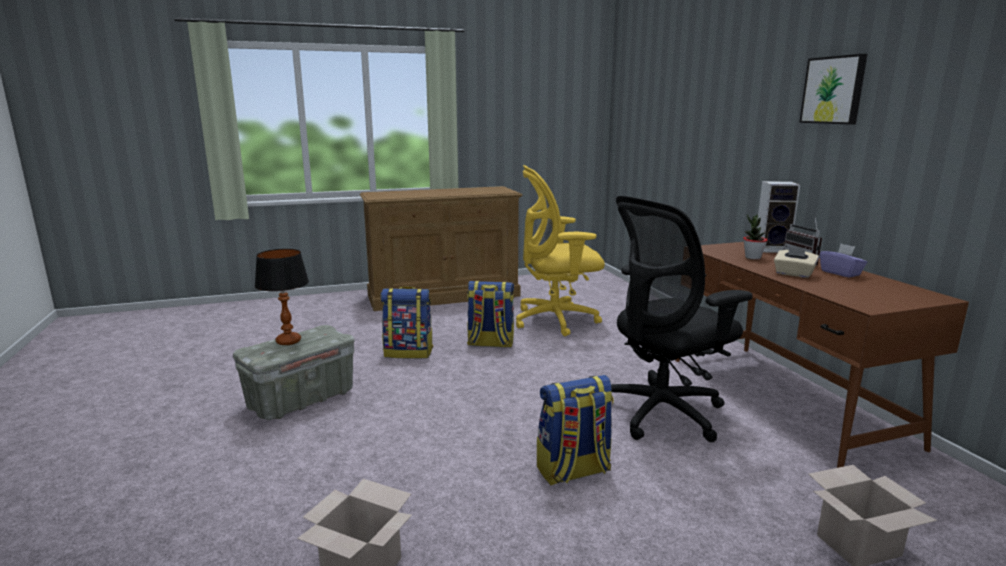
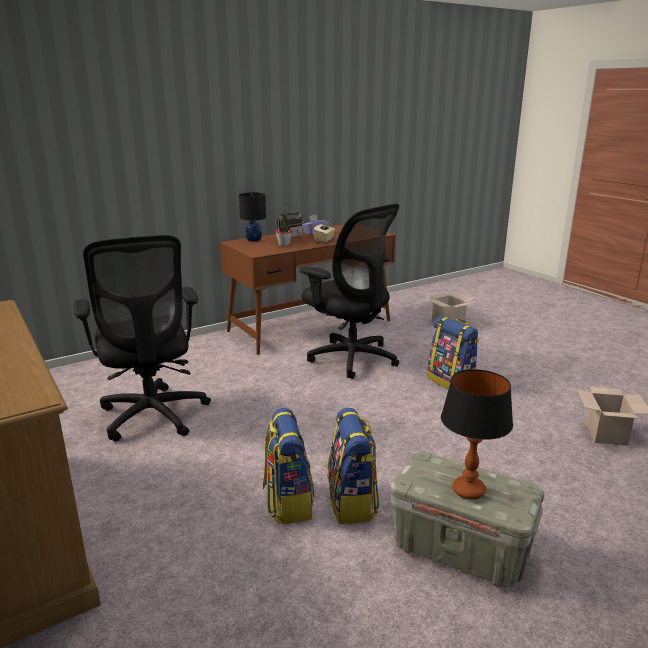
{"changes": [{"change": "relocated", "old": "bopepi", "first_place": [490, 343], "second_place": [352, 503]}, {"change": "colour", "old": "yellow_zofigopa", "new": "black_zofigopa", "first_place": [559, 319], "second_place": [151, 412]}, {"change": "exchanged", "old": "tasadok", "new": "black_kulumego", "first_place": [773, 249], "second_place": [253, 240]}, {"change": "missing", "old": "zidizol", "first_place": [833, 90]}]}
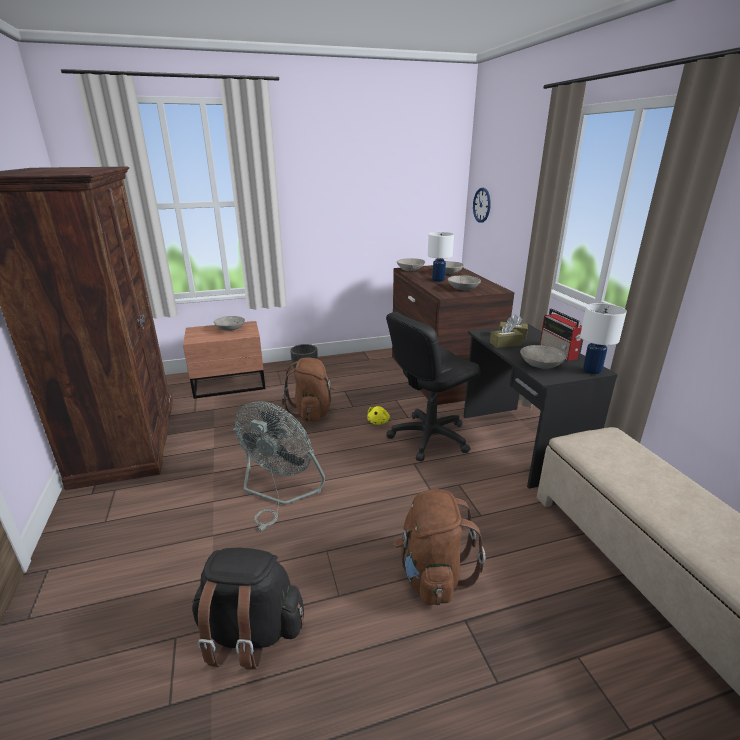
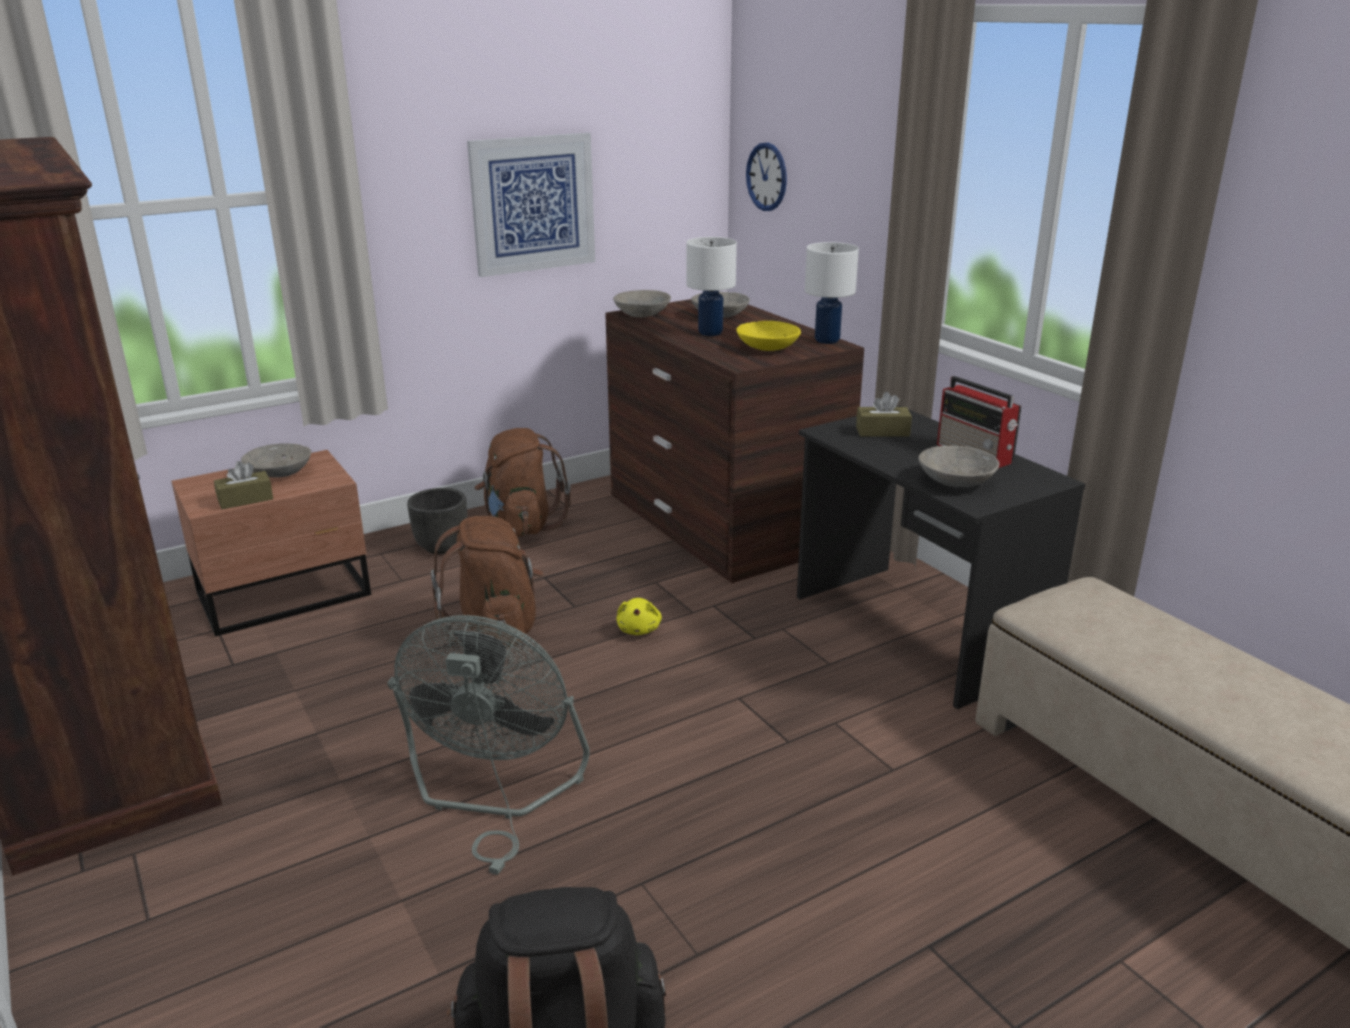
{"changes": [{"change": "missing", "old": "black_zofigopa", "first_place": [429, 437]}, {"change": "relocated", "old": "brown_bopepi", "first_place": [432, 575], "second_place": [521, 526]}, {"change": "colour", "old": "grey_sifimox", "new": "yellow_sifimox", "first_place": [463, 289], "second_place": [768, 348]}, {"change": "relocated", "old": "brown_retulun", "first_place": [505, 344], "second_place": [245, 499]}, {"change": "relocated", "old": "white_kulumego", "first_place": [591, 370], "second_place": [825, 341]}, {"change": "appeared", "new": "zidizol", "second_place": [533, 204]}]}
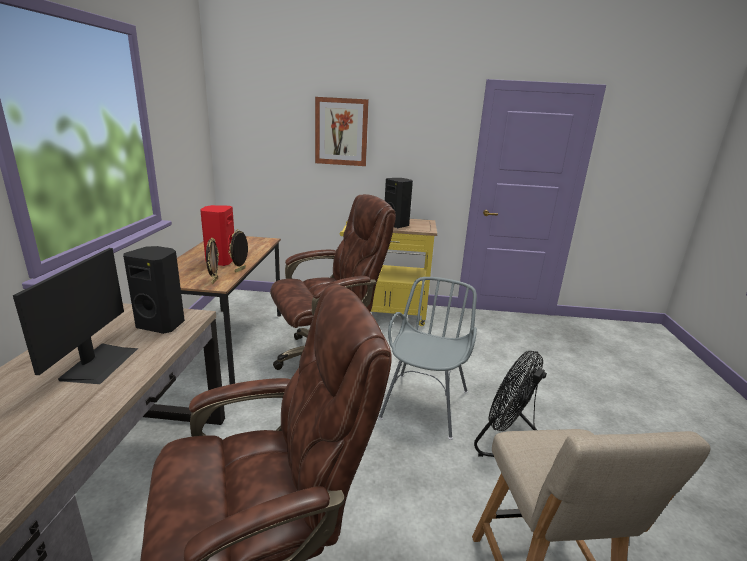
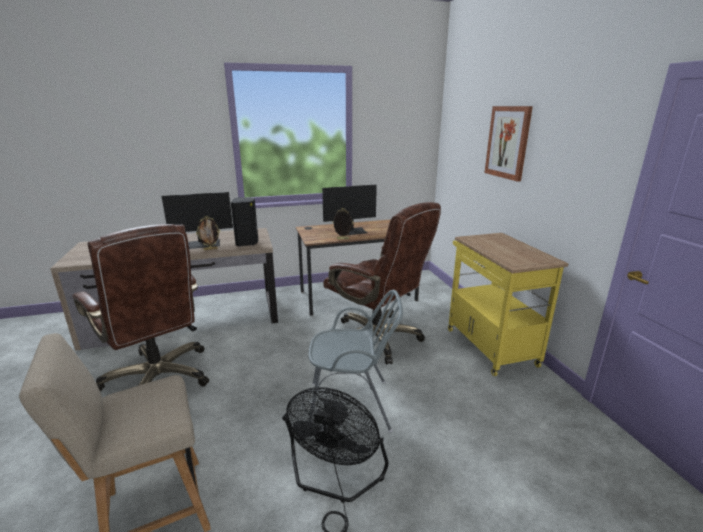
{"changes": [{"change": "exchanged", "old": "red_tasadok", "new": "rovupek", "first_place": [220, 261], "second_place": [351, 231]}, {"change": "relocated", "old": "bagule", "first_place": [214, 281], "second_place": [210, 249]}, {"change": "missing", "old": "black_tasadok", "first_place": [397, 225]}]}
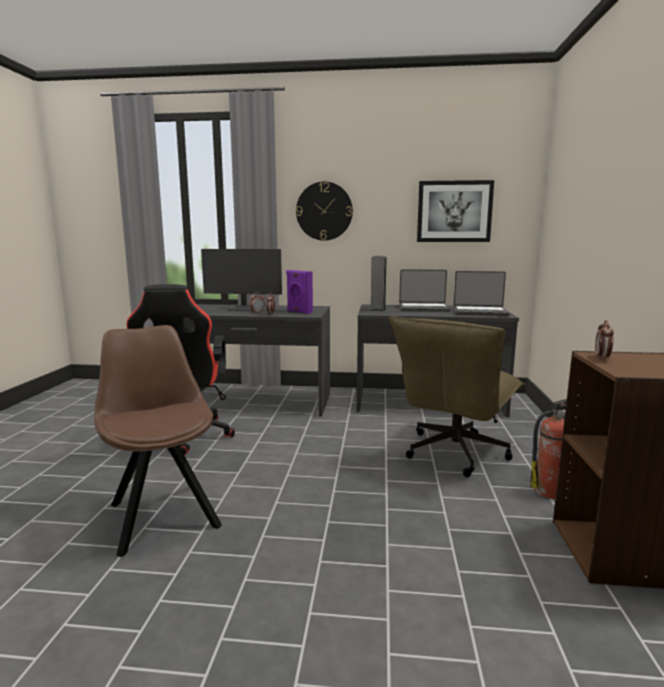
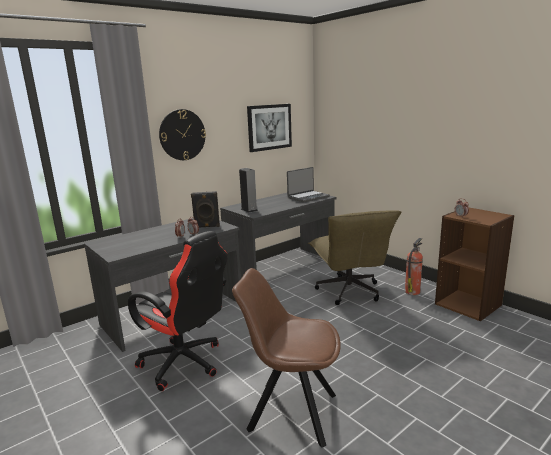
{"changes": [{"change": "missing", "old": "rovupek", "first_place": [244, 309]}, {"change": "colour", "old": "purple_tasadok", "new": "black_tasadok", "first_place": [299, 312], "second_place": [207, 226]}, {"change": "missing", "old": "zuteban", "first_place": [423, 308]}]}
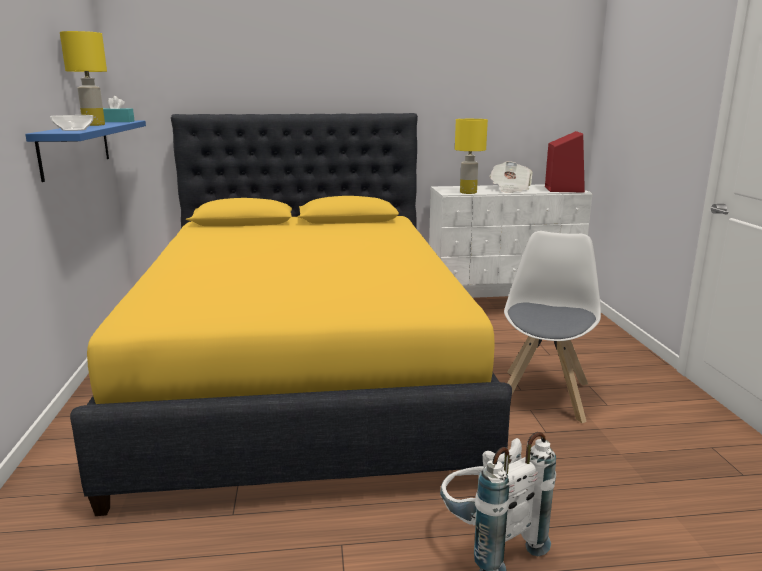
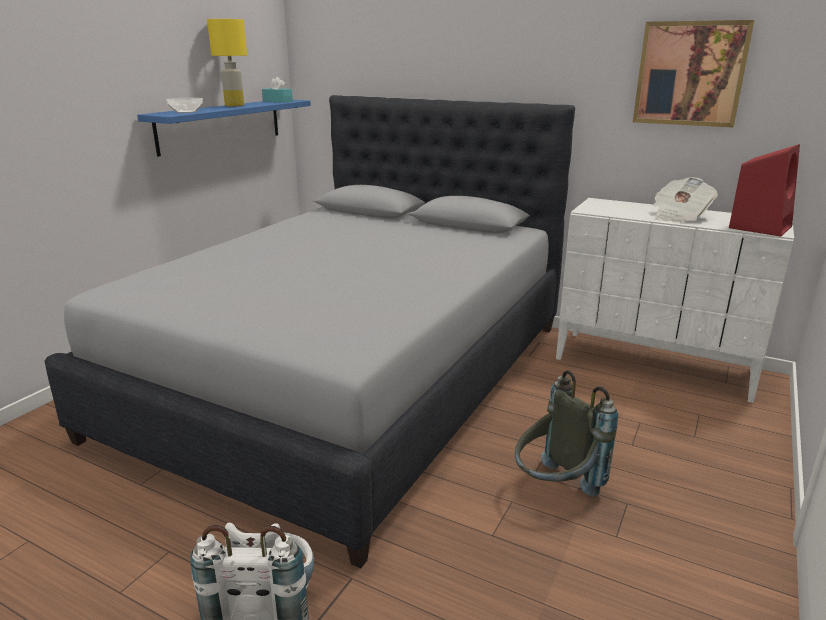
{"changes": [{"change": "colour", "old": "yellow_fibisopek", "new": "grey_fibisopek", "first_place": [305, 372], "second_place": [352, 376]}, {"change": "missing", "old": "yellow_kulumego", "first_place": [468, 192]}, {"change": "exchanged", "old": "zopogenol", "new": "grey_bopepi", "first_place": [544, 394], "second_place": [555, 489]}, {"change": "appeared", "new": "zidizol", "second_place": [690, 74]}]}
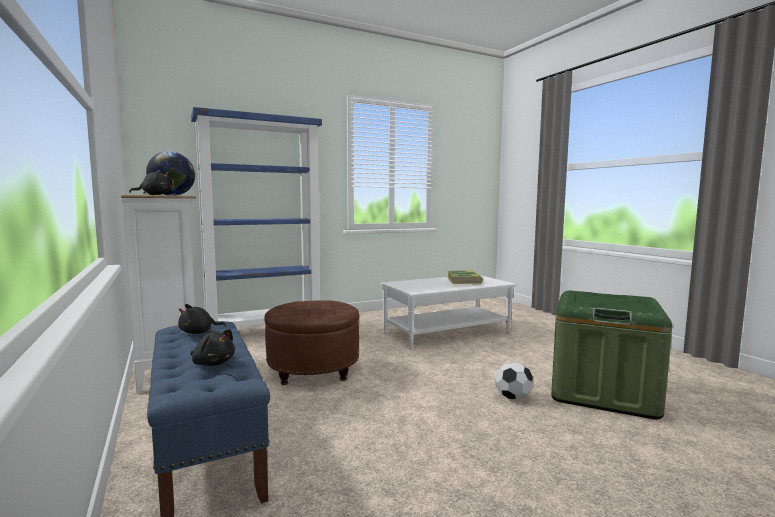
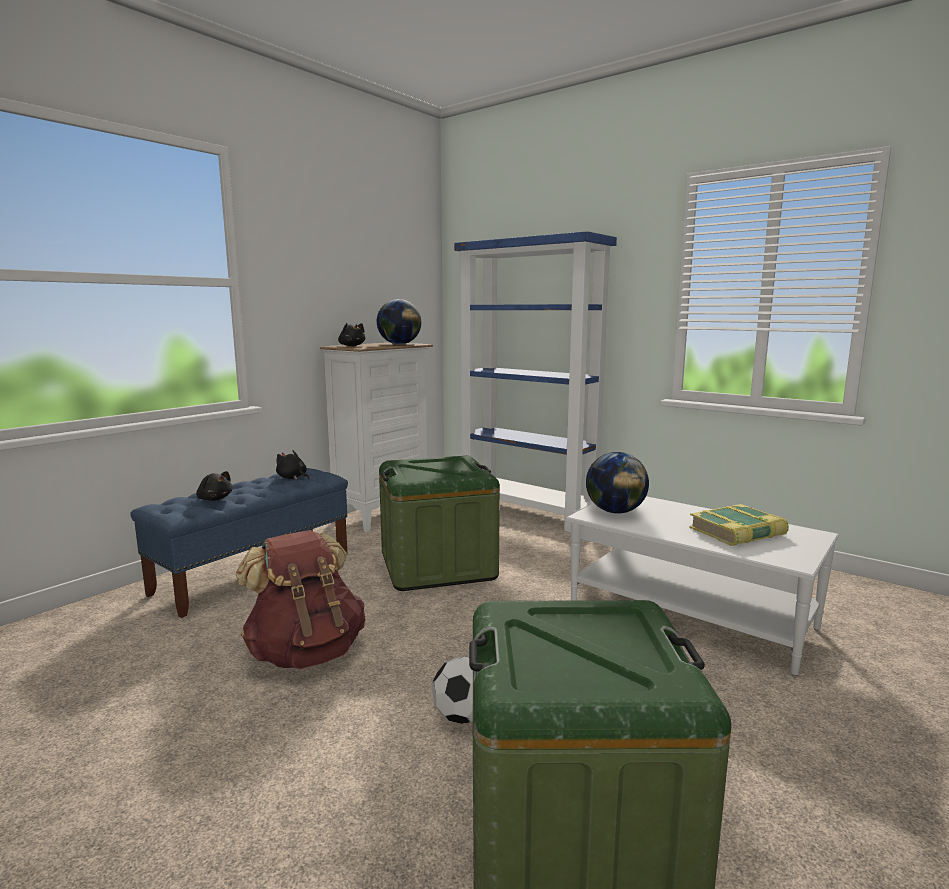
{"changes": [{"change": "spun", "old": "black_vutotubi", "first_place": [213, 363], "second_place": [214, 499], "degrees": -60}, {"change": "exchanged", "old": "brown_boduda", "new": "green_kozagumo", "first_place": [313, 370], "second_place": [437, 565]}, {"change": "appeared", "new": "brown_bopepi", "second_place": [306, 652]}, {"change": "appeared", "new": "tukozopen", "second_place": [615, 511]}]}
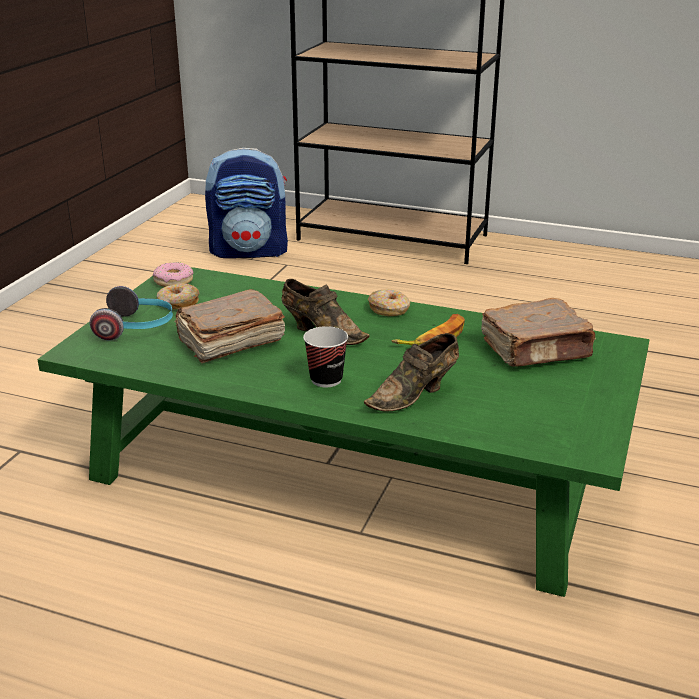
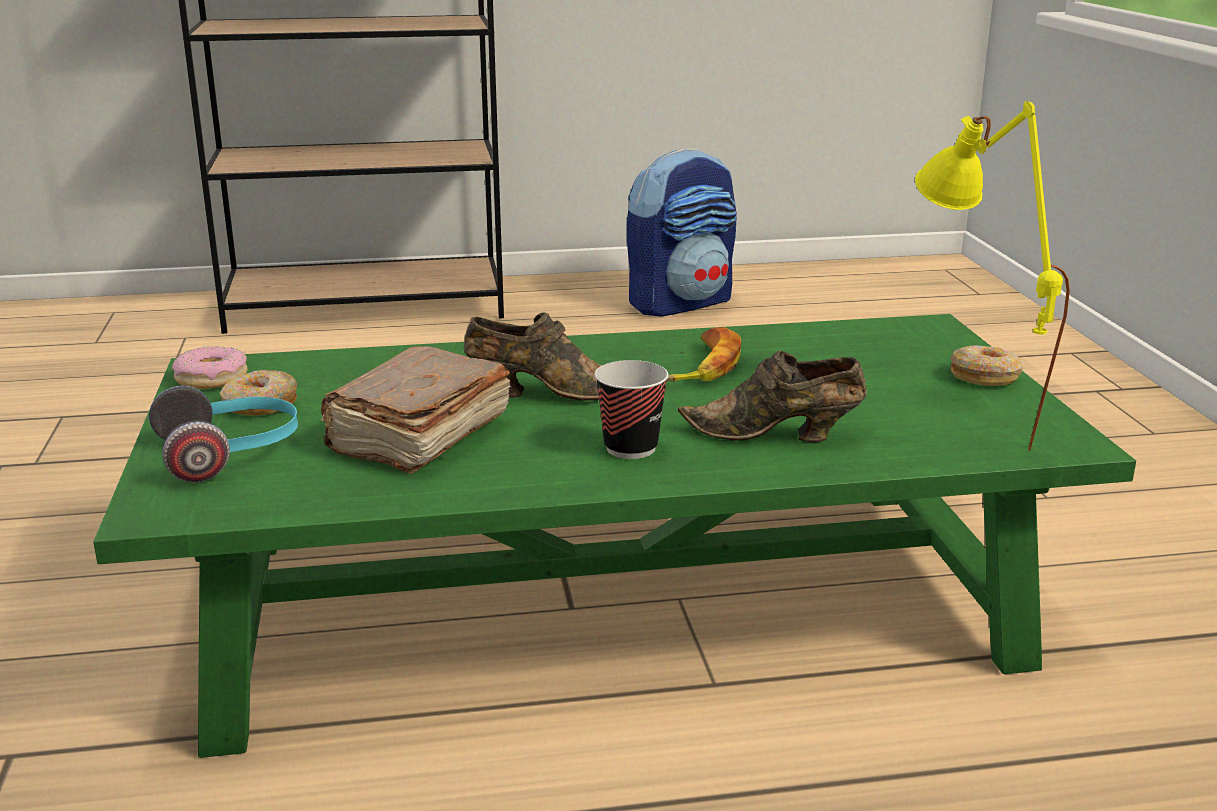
{"changes": [{"change": "relocated", "old": "bopepi", "first_place": [250, 251], "second_place": [681, 303]}, {"change": "spun", "old": "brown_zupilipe", "first_place": [415, 395], "second_place": [776, 436], "degrees": 75}, {"change": "relocated", "old": "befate", "first_place": [389, 309], "second_place": [985, 377]}, {"change": "missing", "old": "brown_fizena", "first_place": [536, 350]}, {"change": "appeared", "new": "yellow_kulumego", "second_place": [964, 424]}]}
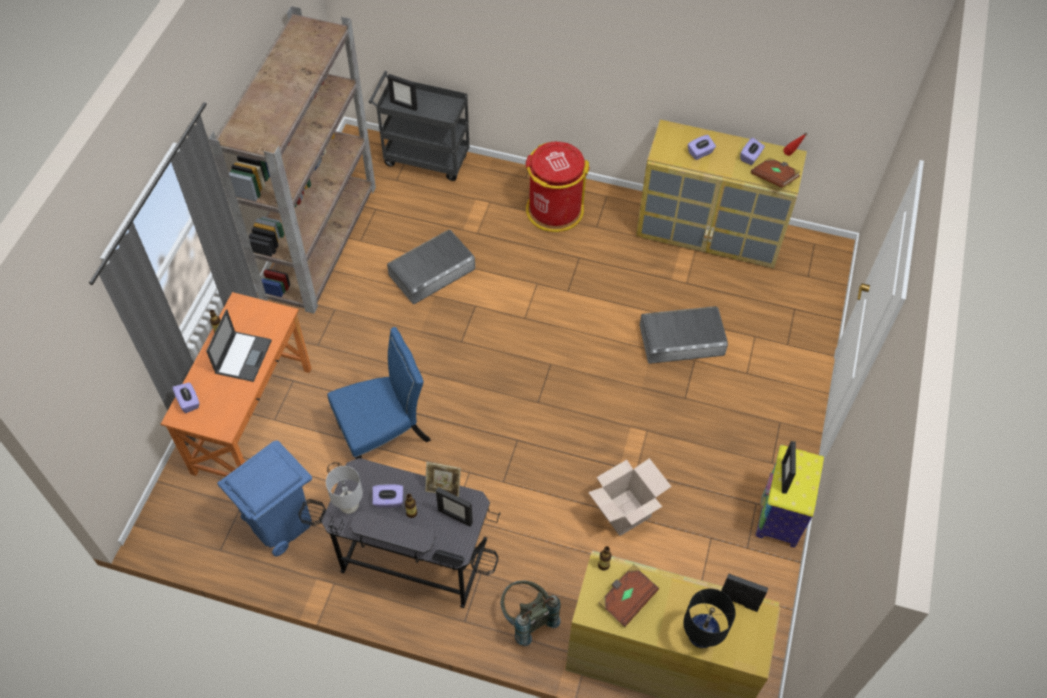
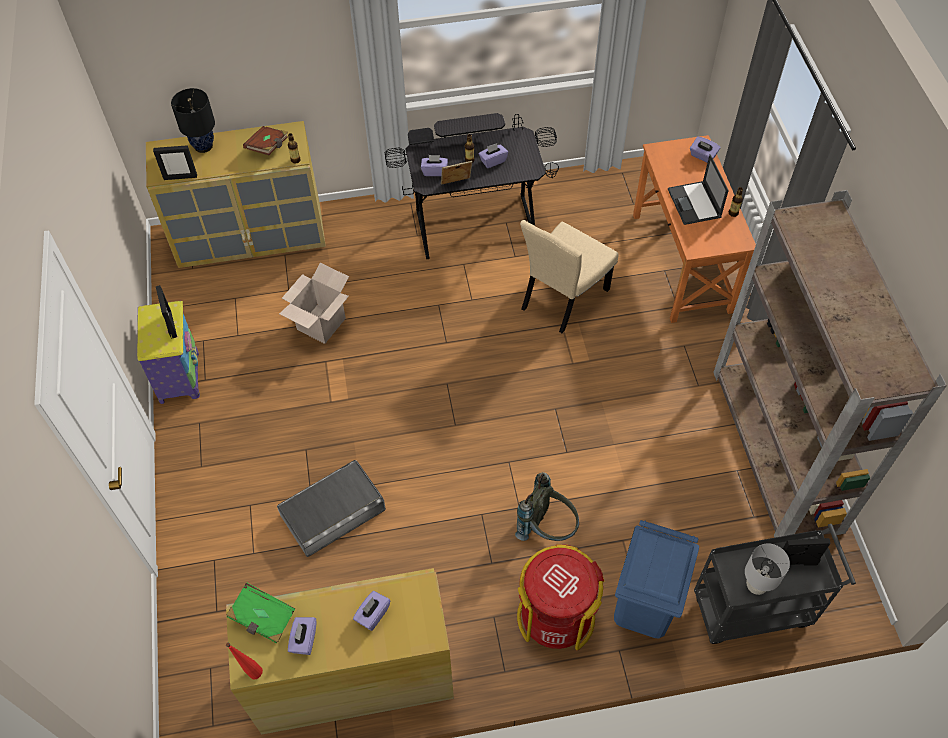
{"changes": [{"change": "relocated", "old": "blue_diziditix", "first_place": [280, 522], "second_place": [644, 607]}, {"change": "relocated", "old": "grey_kulumego", "first_place": [350, 506], "second_place": [755, 586]}, {"change": "colour", "old": "blue_zopogenol", "new": "beige_zopogenol", "first_place": [383, 436], "second_place": [564, 296]}, {"change": "missing", "old": "grey_kozagumo", "first_place": [431, 271]}, {"change": "exchanged", "old": "bagule", "new": "purple_retulun", "first_place": [455, 516], "second_place": [434, 171]}, {"change": "relocated", "old": "grey_bopepi", "first_place": [526, 618], "second_place": [547, 528]}, {"change": "colour", "old": "brown_fizena", "new": "green_fizena", "first_place": [774, 178], "second_place": [263, 618]}]}
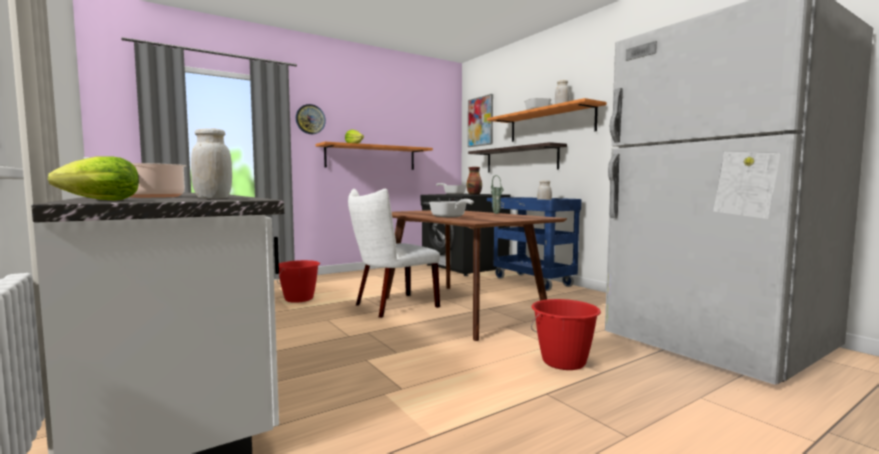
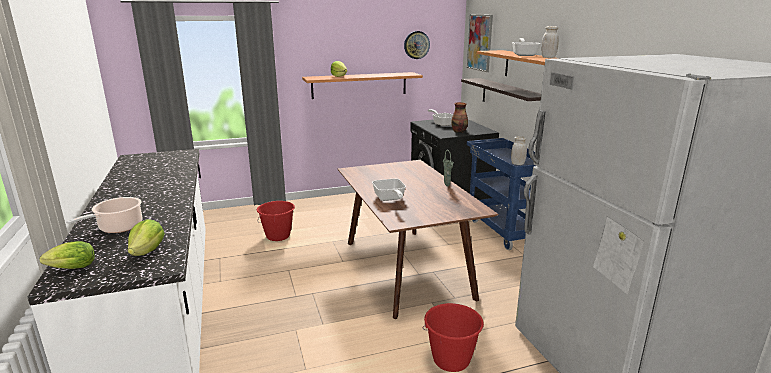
{"changes": [{"change": "exchanged", "old": "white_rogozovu", "new": "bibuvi", "first_place": [213, 198], "second_place": [148, 251]}, {"change": "relocated", "old": "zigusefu", "first_place": [310, 119], "second_place": [416, 45]}, {"change": "missing", "old": "white_zopogenol", "first_place": [391, 306]}]}
